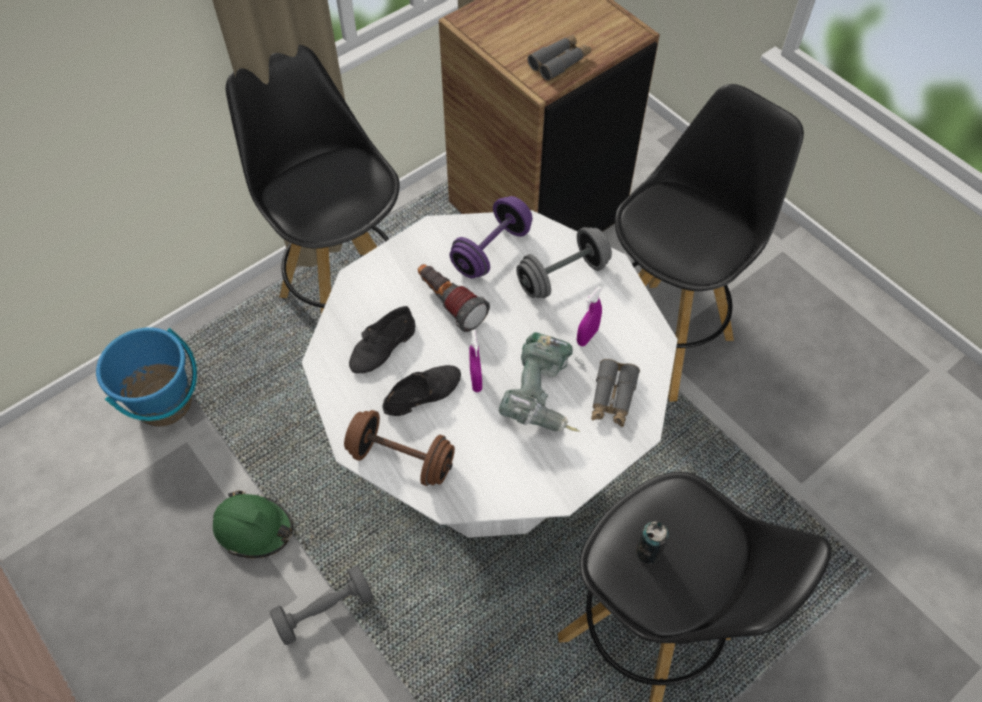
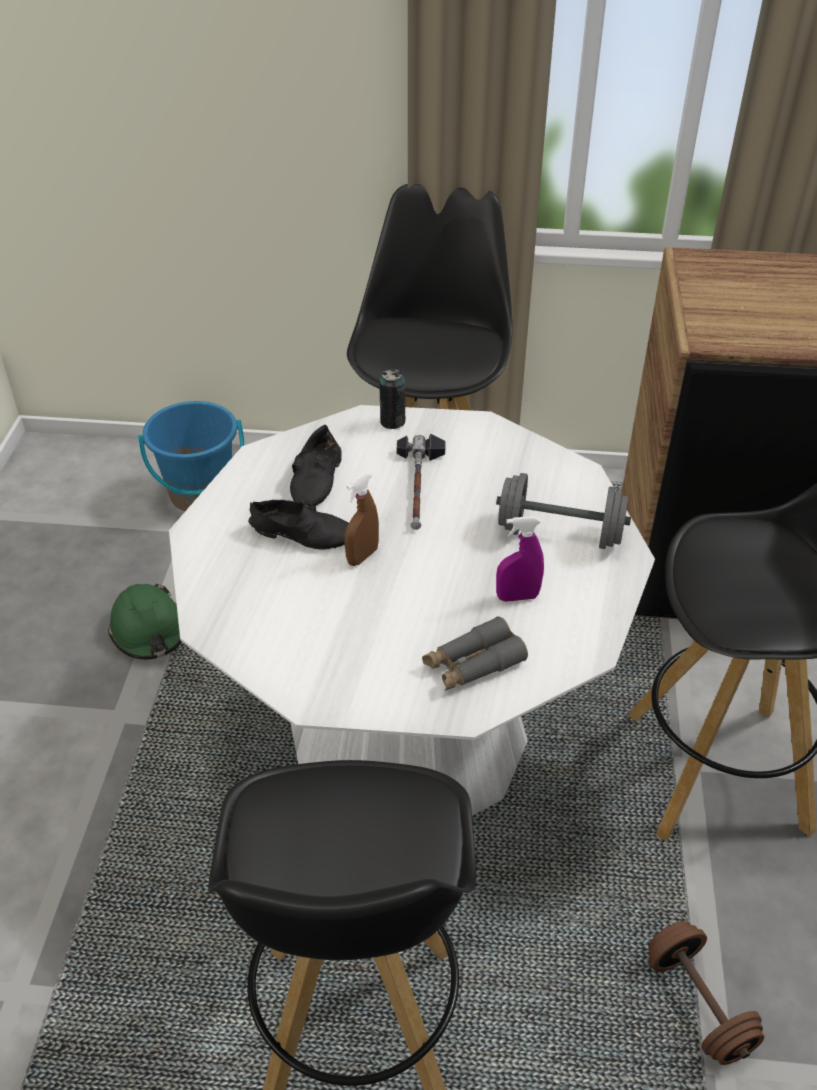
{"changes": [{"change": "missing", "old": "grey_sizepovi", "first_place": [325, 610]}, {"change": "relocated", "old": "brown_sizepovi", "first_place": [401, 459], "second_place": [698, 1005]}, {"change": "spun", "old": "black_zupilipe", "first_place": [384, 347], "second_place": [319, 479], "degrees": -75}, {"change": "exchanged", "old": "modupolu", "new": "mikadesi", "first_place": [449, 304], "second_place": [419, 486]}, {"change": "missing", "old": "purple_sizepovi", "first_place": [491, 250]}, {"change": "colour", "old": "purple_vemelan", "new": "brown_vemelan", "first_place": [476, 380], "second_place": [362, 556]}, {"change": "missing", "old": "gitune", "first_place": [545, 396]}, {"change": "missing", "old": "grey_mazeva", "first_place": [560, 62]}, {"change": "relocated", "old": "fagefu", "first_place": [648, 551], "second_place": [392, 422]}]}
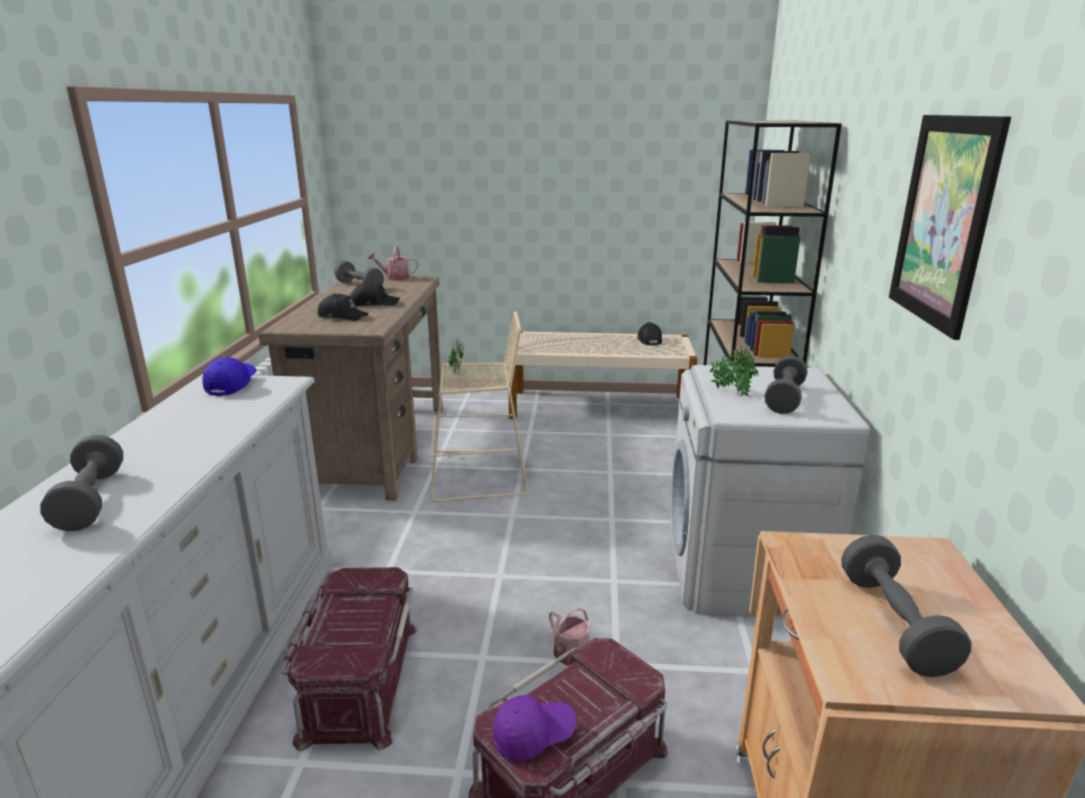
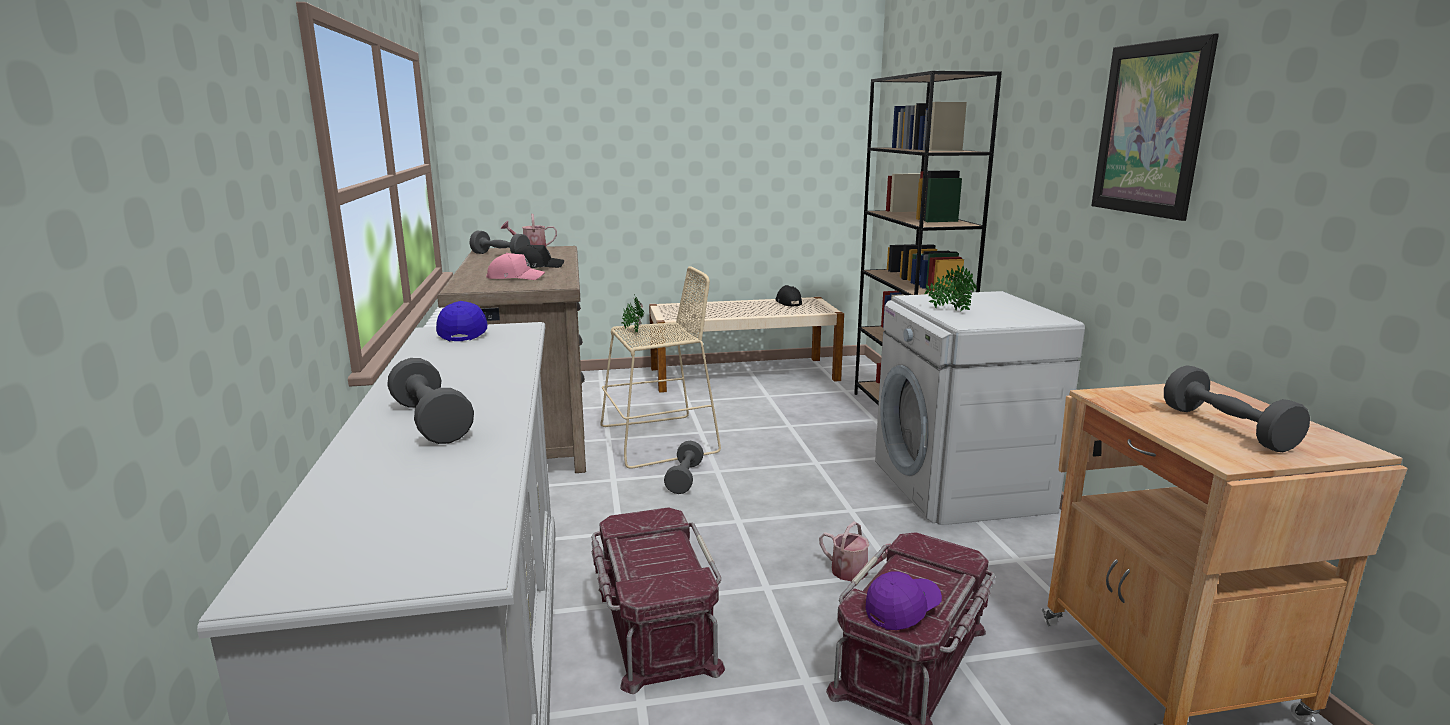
{"changes": [{"change": "colour", "old": "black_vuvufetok", "new": "pink_vuvufetok", "first_place": [342, 316], "second_place": [515, 277]}, {"change": "relocated", "old": "grey_sizepovi", "first_place": [784, 398], "second_place": [684, 478]}]}
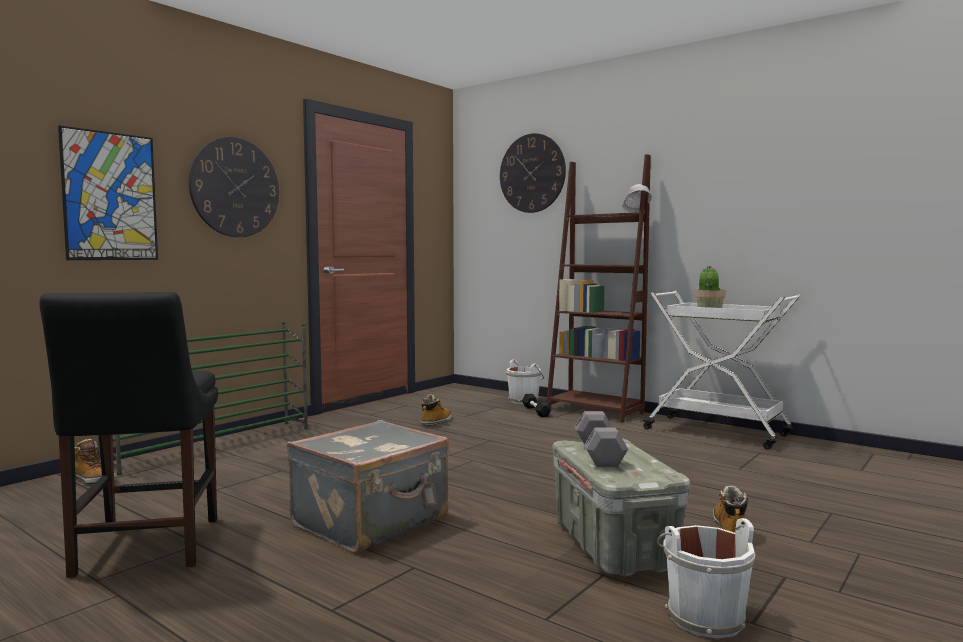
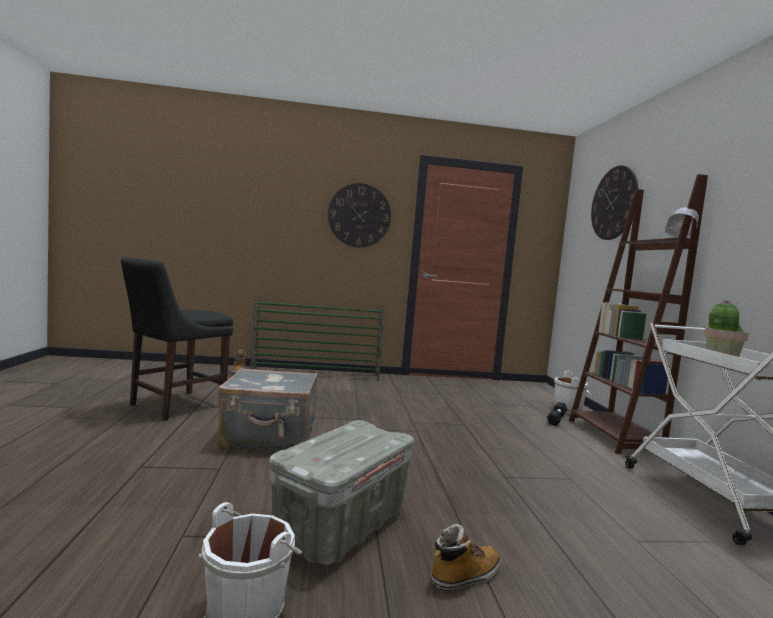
{"changes": [{"change": "missing", "old": "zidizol", "first_place": [110, 196]}, {"change": "missing", "old": "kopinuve", "first_place": [436, 422]}, {"change": "missing", "old": "grey_sizepovi", "first_place": [599, 454]}]}
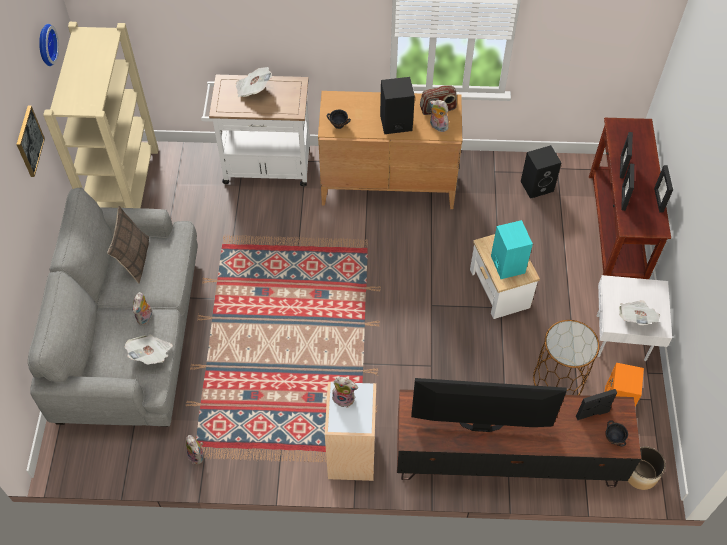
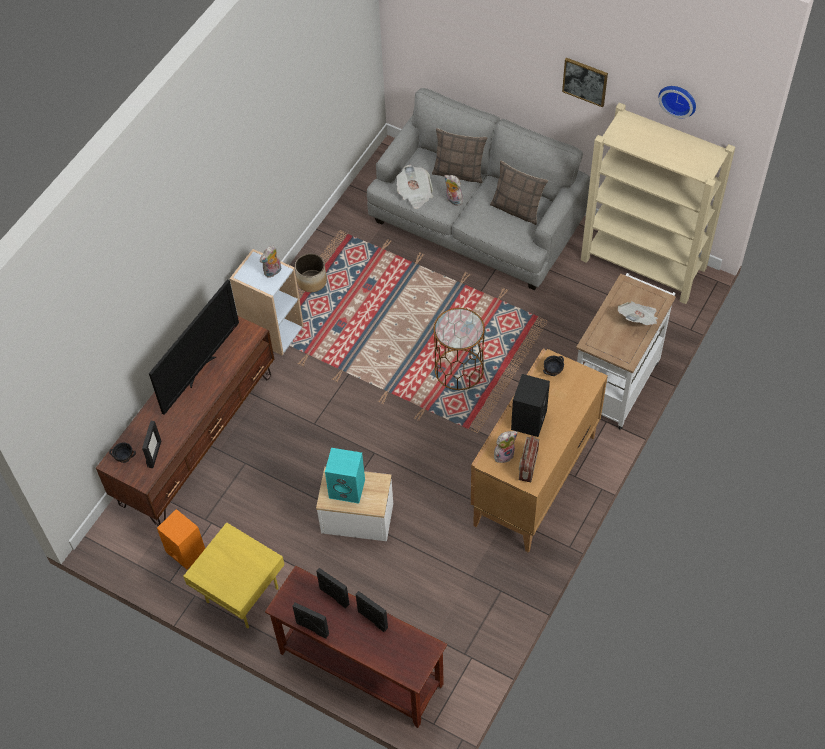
{"changes": [{"change": "missing", "old": "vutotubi", "first_place": [197, 455]}, {"change": "missing", "old": "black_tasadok", "first_place": [537, 185]}, {"change": "relocated", "old": "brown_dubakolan", "first_place": [558, 379], "second_place": [459, 369]}, {"change": "colour", "old": "white_dubakolan", "new": "yellow_dubakolan", "first_place": [622, 339], "second_place": [240, 595]}, {"change": "missing", "old": "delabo", "first_place": [636, 318]}, {"change": "relocated", "old": "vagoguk", "first_place": [641, 474], "second_place": [311, 281]}, {"change": "appeared", "new": "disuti", "second_place": [459, 172]}]}
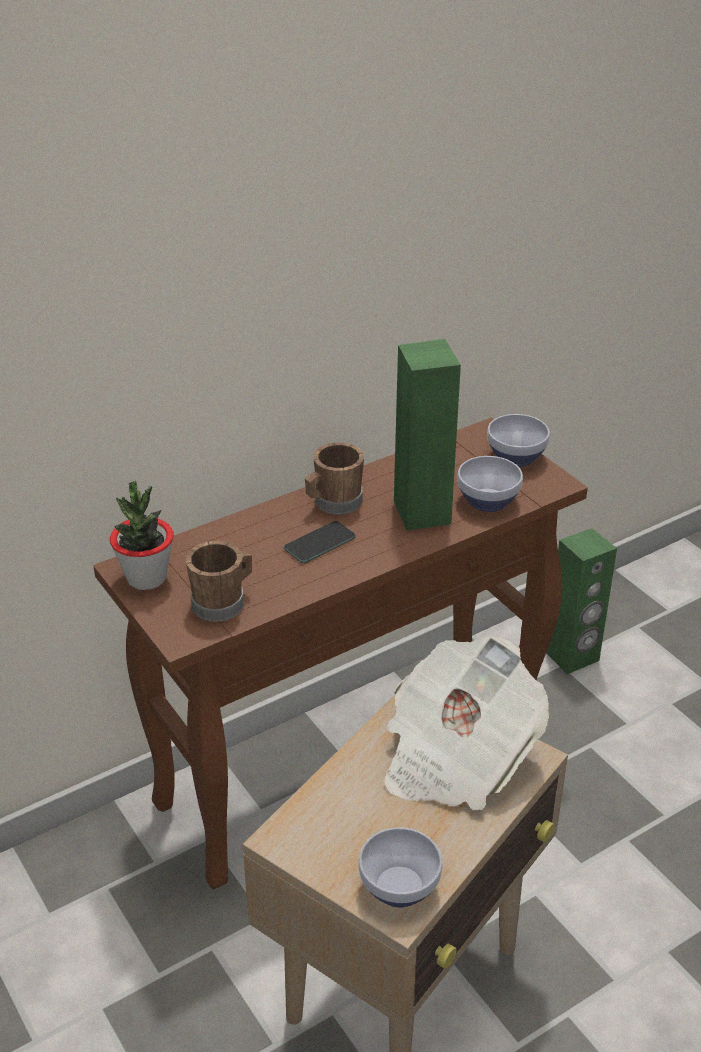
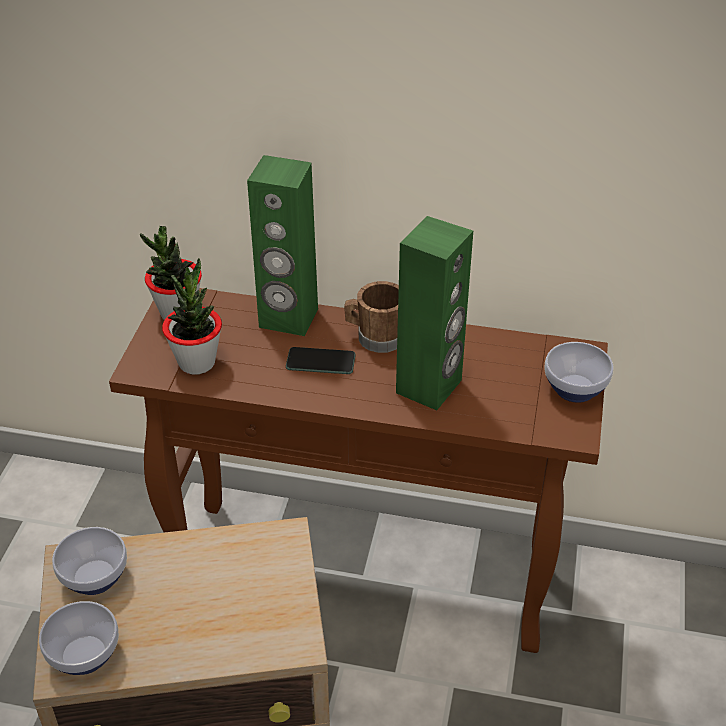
{"changes": [{"change": "exchanged", "old": "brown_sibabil", "new": "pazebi", "first_place": [223, 602], "second_place": [197, 362]}, {"change": "missing", "old": "delabo", "first_place": [456, 755]}, {"change": "relocated", "old": "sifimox", "first_place": [486, 500], "second_place": [94, 576]}, {"change": "relocated", "old": "green_tasadok", "first_place": [572, 657], "second_place": [288, 318]}]}
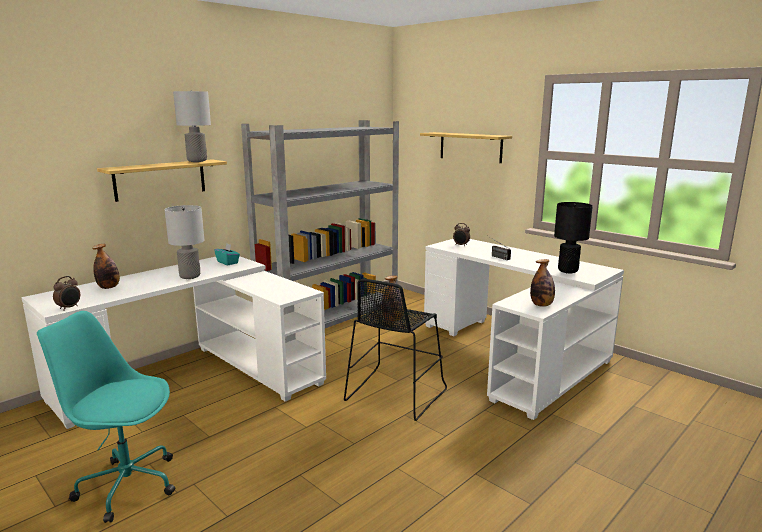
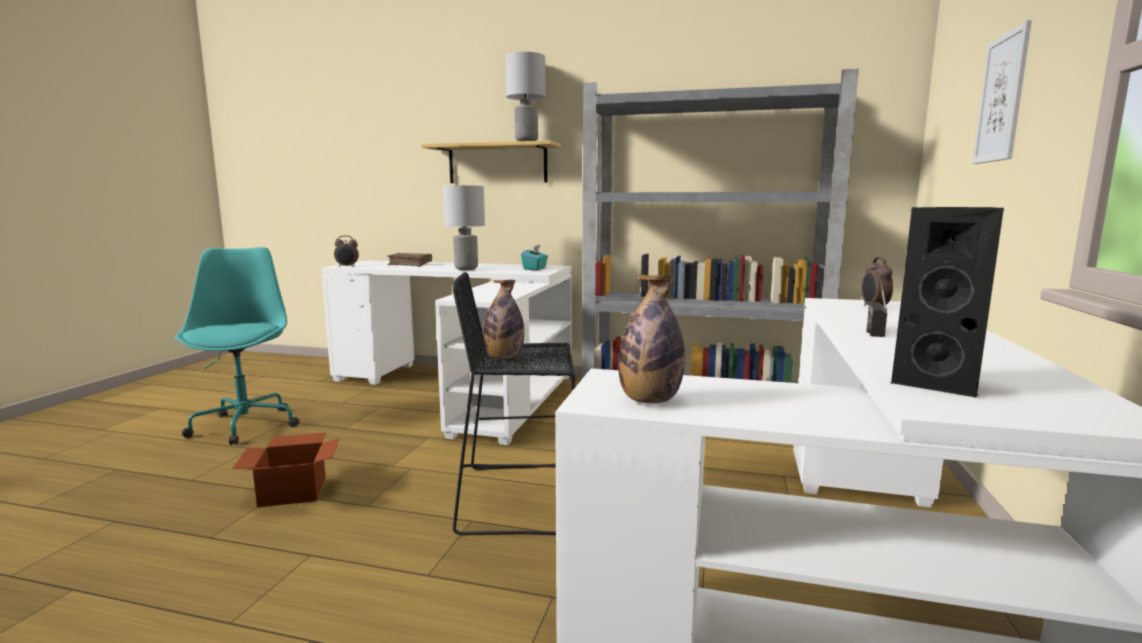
{"changes": [{"change": "exchanged", "old": "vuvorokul", "new": "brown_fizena", "first_place": [109, 287], "second_place": [410, 264]}, {"change": "exchanged", "old": "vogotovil", "new": "zidizol", "first_place": [470, 147], "second_place": [1001, 98]}, {"change": "exchanged", "old": "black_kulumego", "new": "black_tasadok", "first_place": [567, 272], "second_place": [938, 383]}, {"change": "appeared", "new": "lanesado", "second_place": [294, 490]}]}
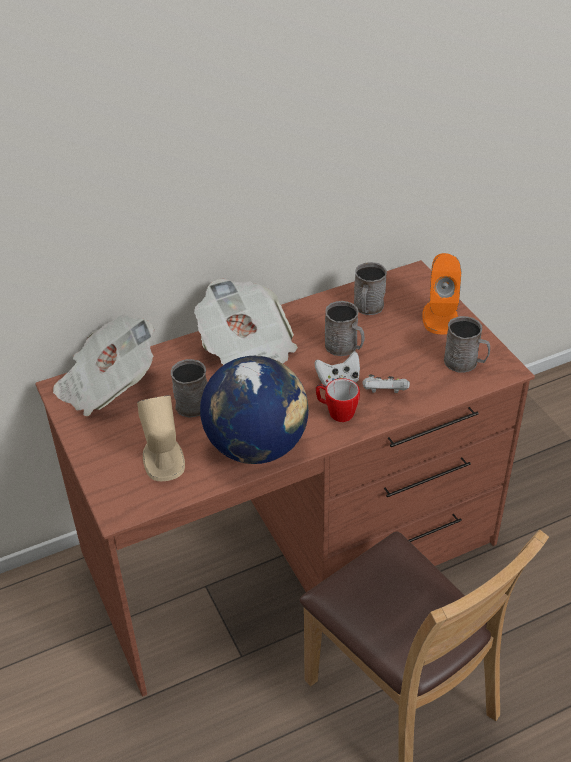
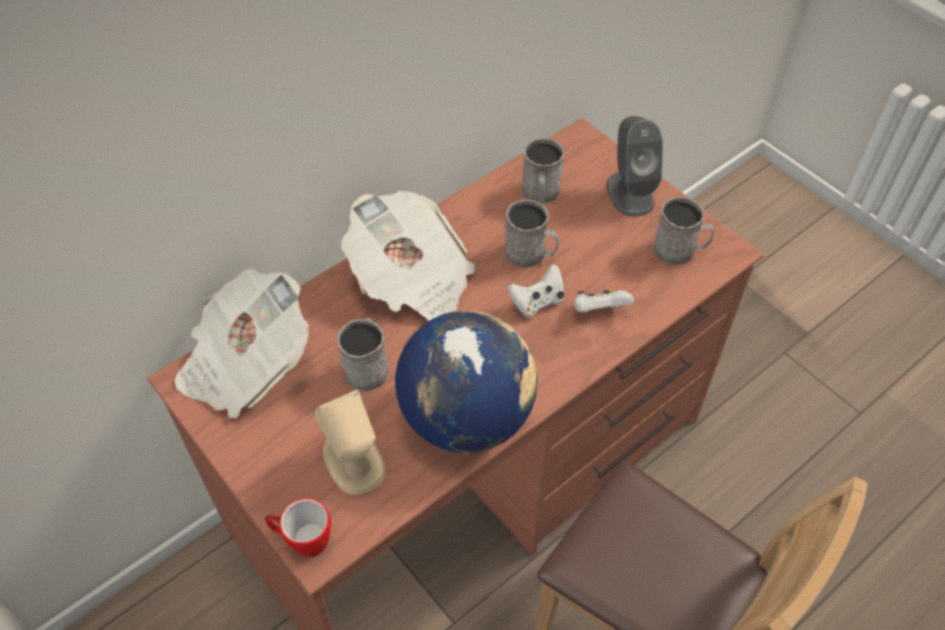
{"changes": [{"change": "relocated", "old": "sibabil", "first_place": [336, 412], "second_place": [302, 539]}, {"change": "colour", "old": "orange_tasadok", "new": "grey_tasadok", "first_place": [440, 317], "second_place": [630, 192]}]}
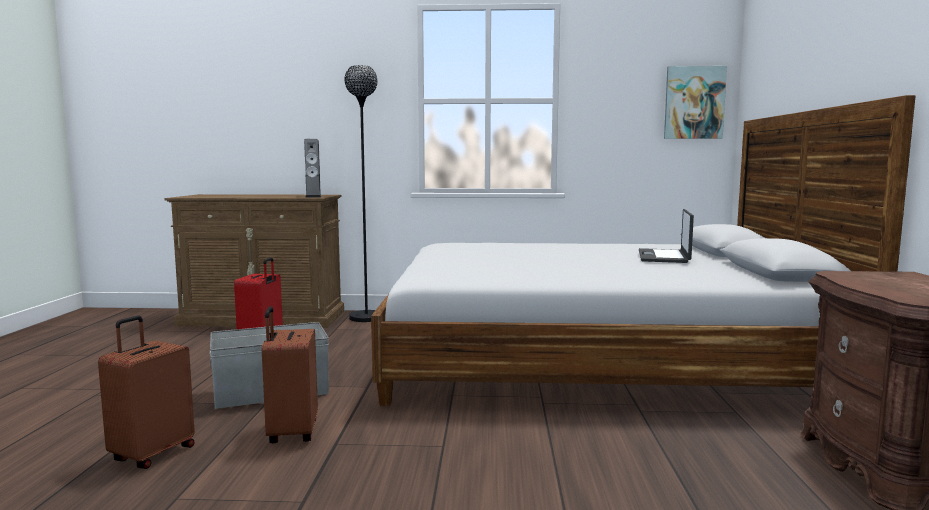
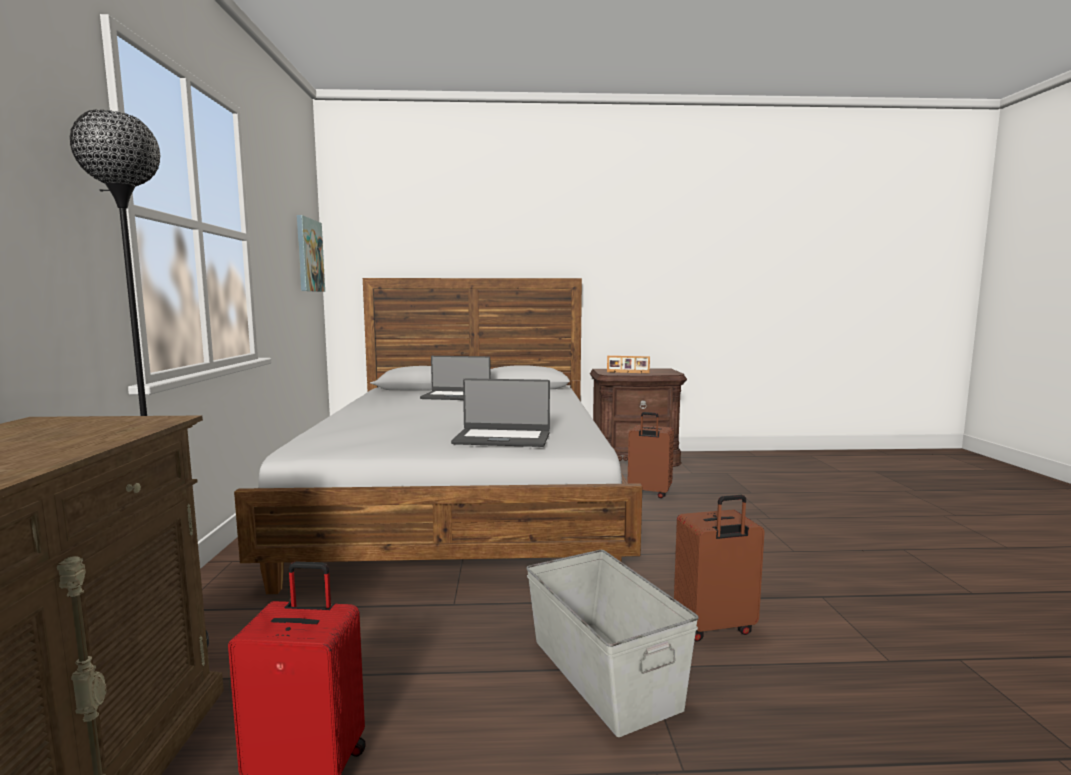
{"changes": [{"change": "relocated", "old": "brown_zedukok", "first_place": [152, 454], "second_place": [648, 493]}, {"change": "missing", "old": "tasadok", "first_place": [313, 196]}, {"change": "appeared", "new": "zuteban", "second_place": [502, 438]}, {"change": "appeared", "new": "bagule", "second_place": [628, 372]}]}
